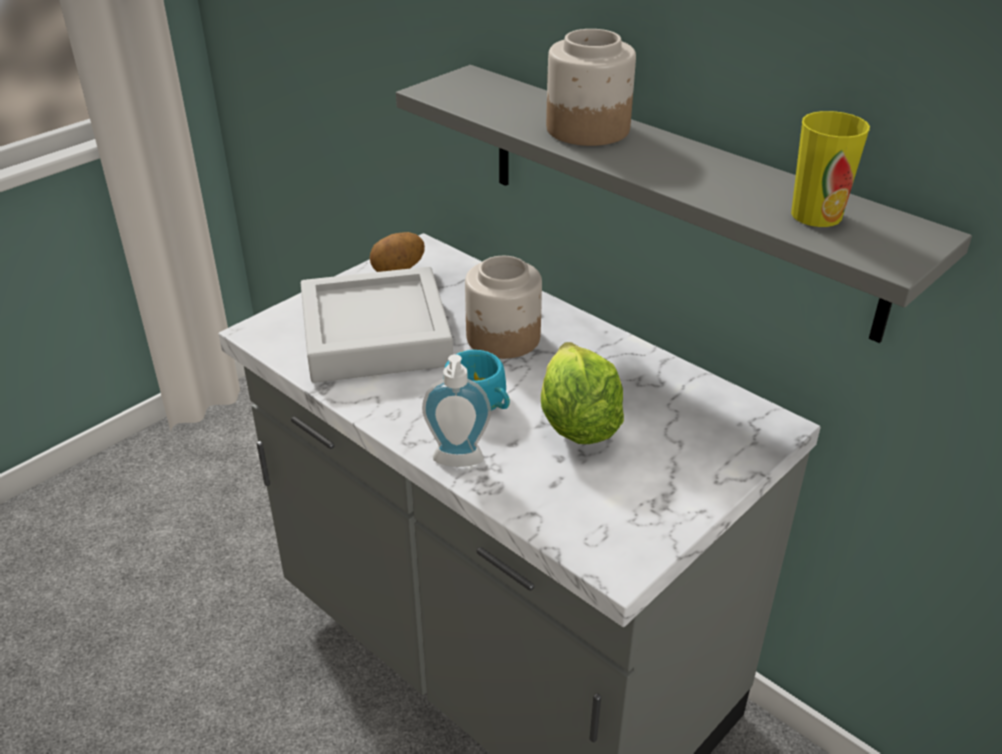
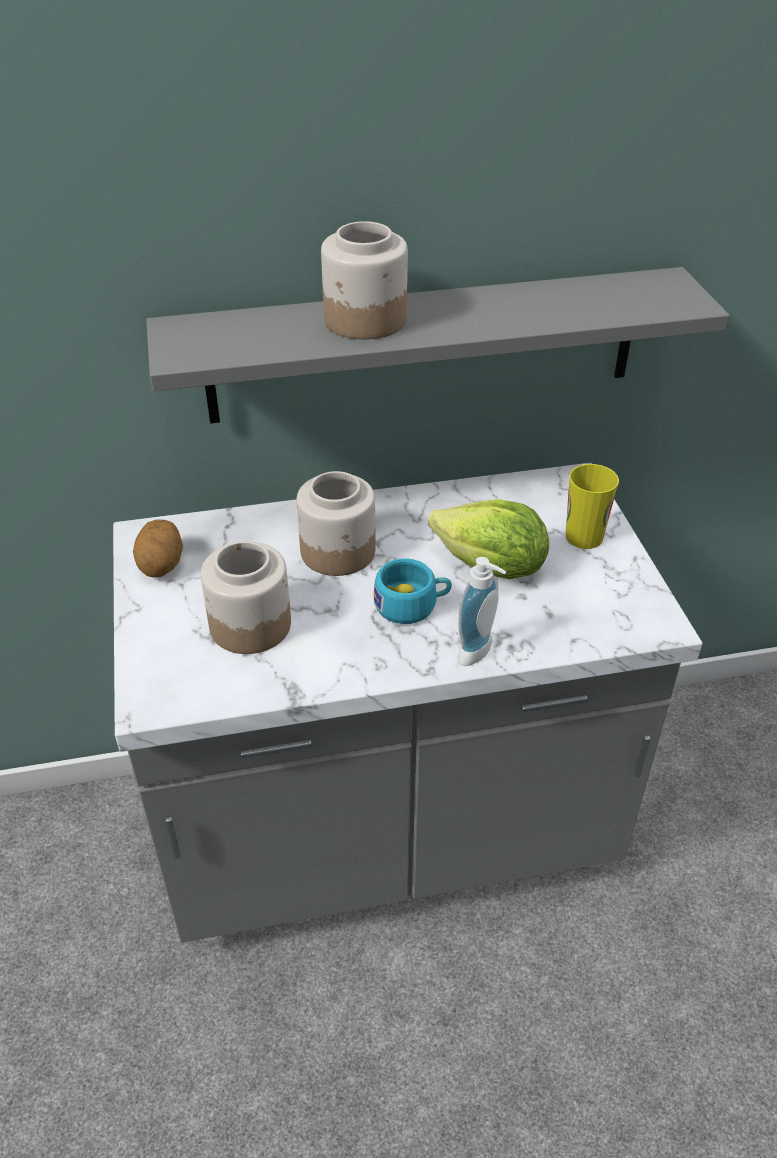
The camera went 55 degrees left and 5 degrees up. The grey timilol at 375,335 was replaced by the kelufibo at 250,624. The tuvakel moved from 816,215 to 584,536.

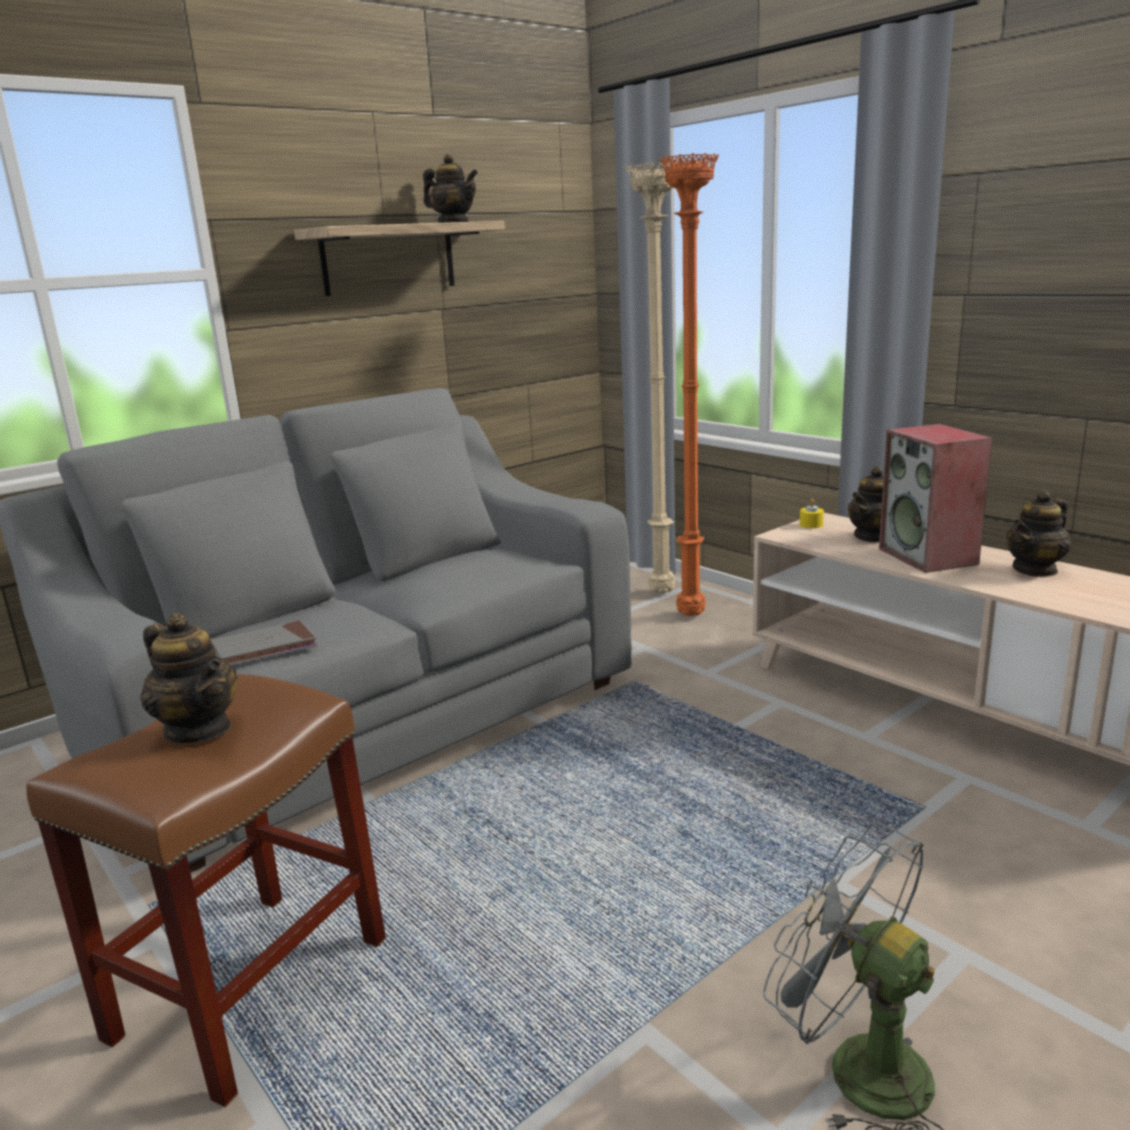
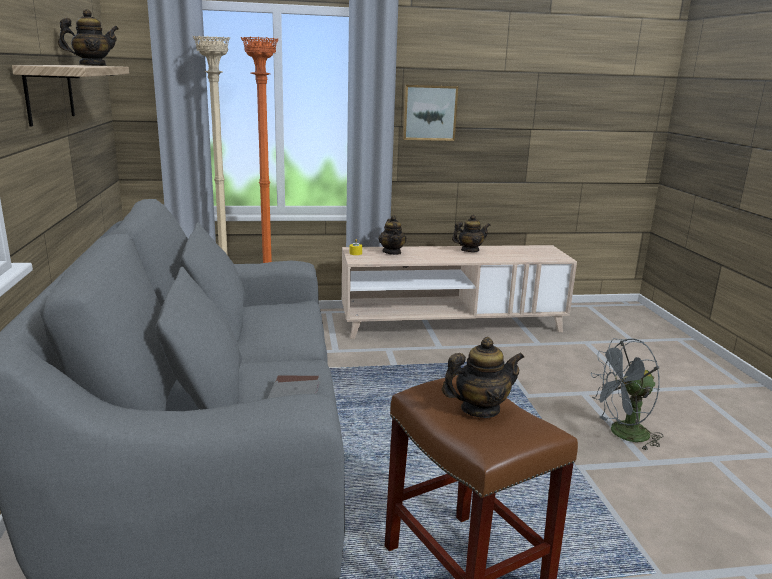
The camera went 60 degrees left and 0 degrees up. The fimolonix at 929,556 disappeared. The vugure at 1035,570 turned 105 degrees counterclockwise. The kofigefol at 429,112 appeared.

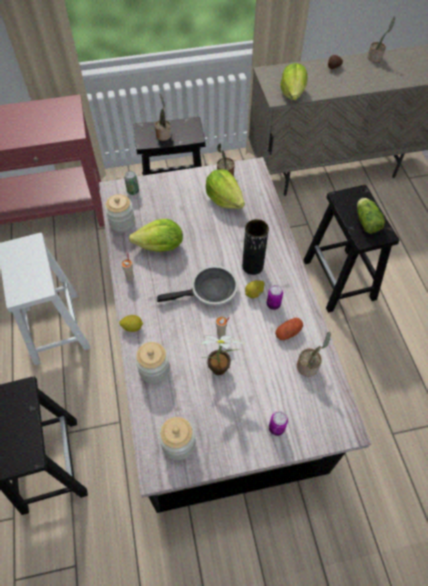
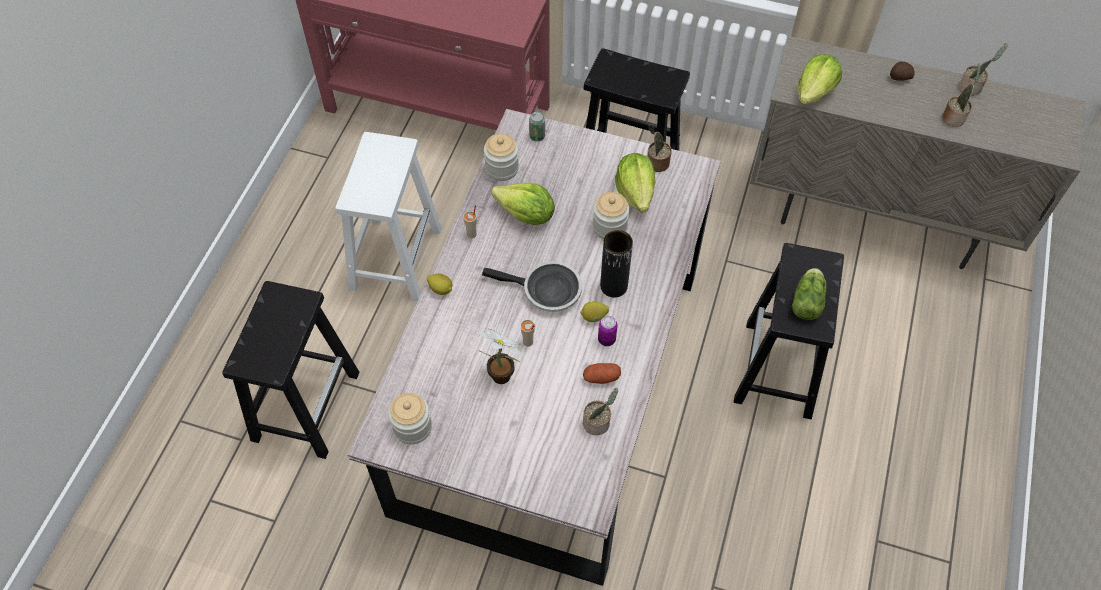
The camera went 30 degrees right and 0 degrees up. The kelufibo moved from 154,370 to 609,227. The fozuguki moved from 163,134 to 954,117. The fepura at 276,428 disappeared.

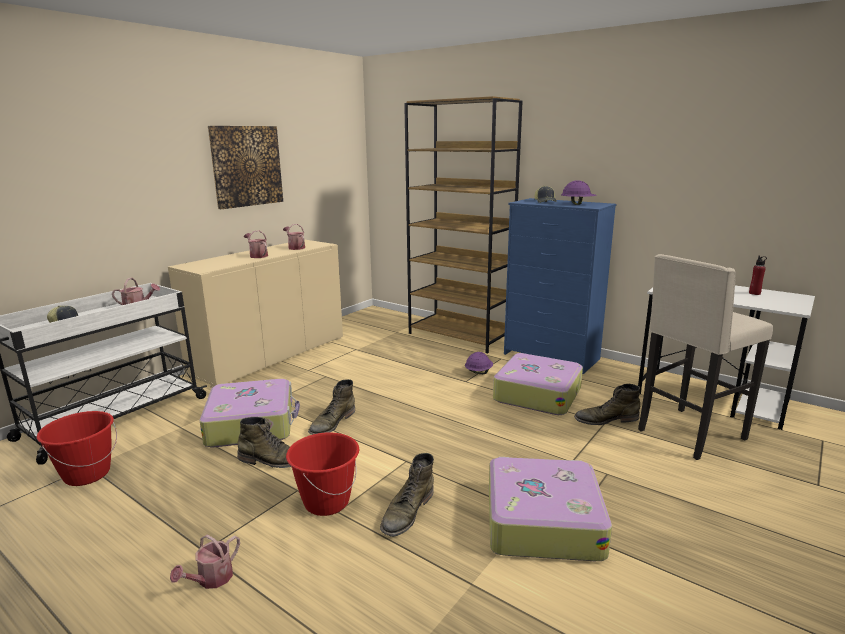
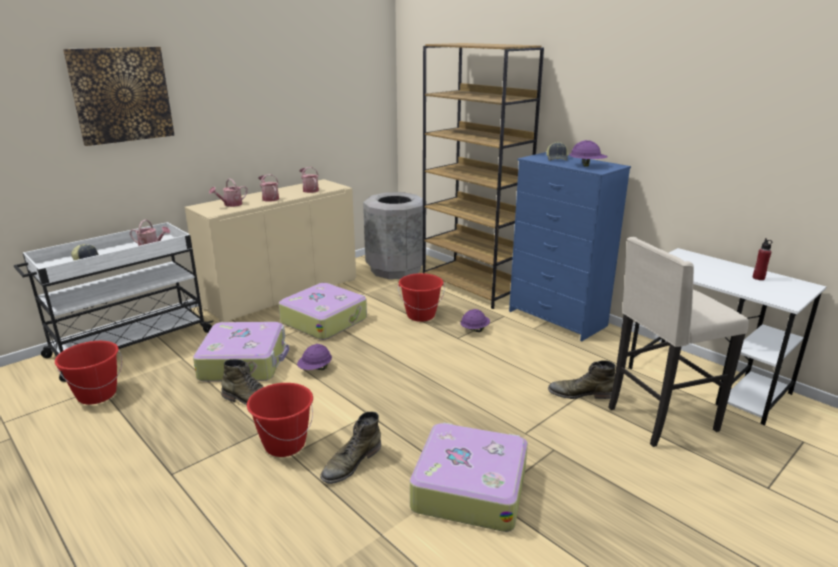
The camera went 10 degrees right and 5 degrees up. The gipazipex moved from 211,579 to 230,204. The kofigefol moved from 246,166 to 121,95. The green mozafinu at 332,423 was replaced by the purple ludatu at 315,369. The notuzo moved from 537,394 to 324,320. The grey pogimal at 396,269 appeared. The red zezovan at 421,315 appeared.

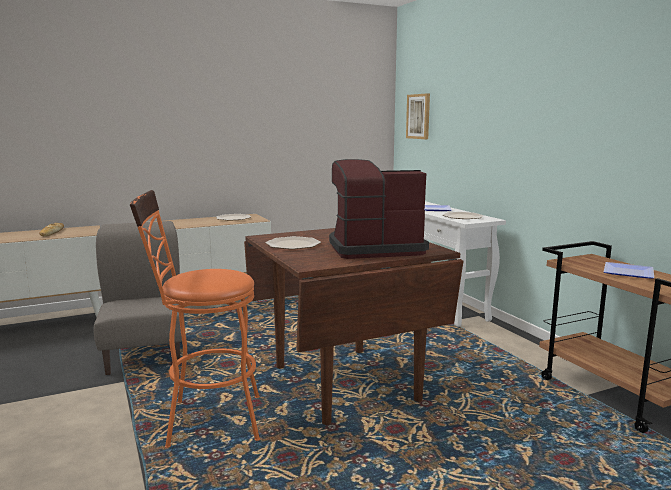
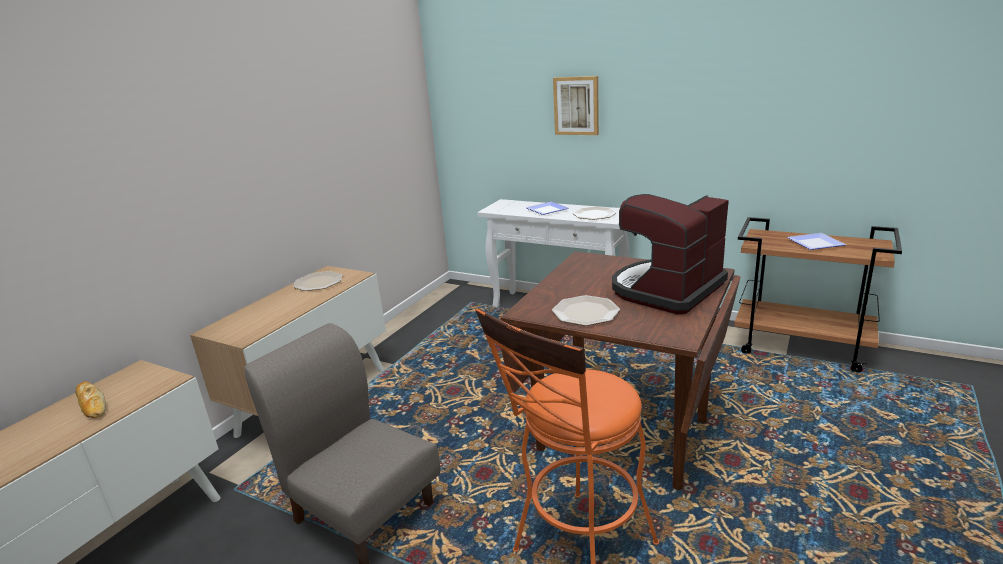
The camera went 35 degrees left and 10 degrees up. The kofigefol moved from 418,116 to 576,106.

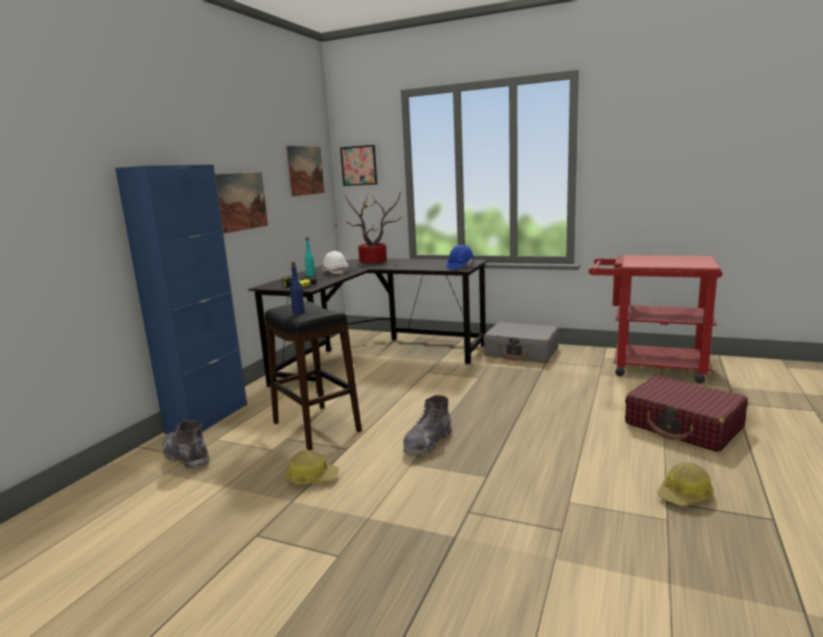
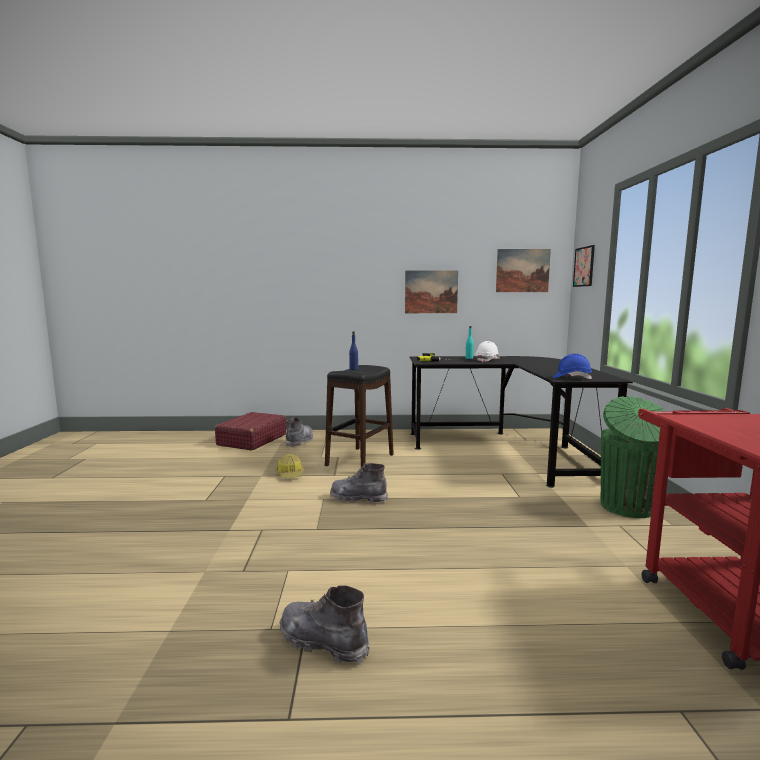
The camera went 65 degrees right and 5 degrees down. The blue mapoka at 207,418 disappeared. The fozuguki at 372,263 disappeared. The grey notuzo at 521,352 was replaced by the green pogimal at 628,507. The red notuzo moved from 683,426 to 251,440. The ludatu at 684,495 was replaced by the grey mozafinu at 323,642.

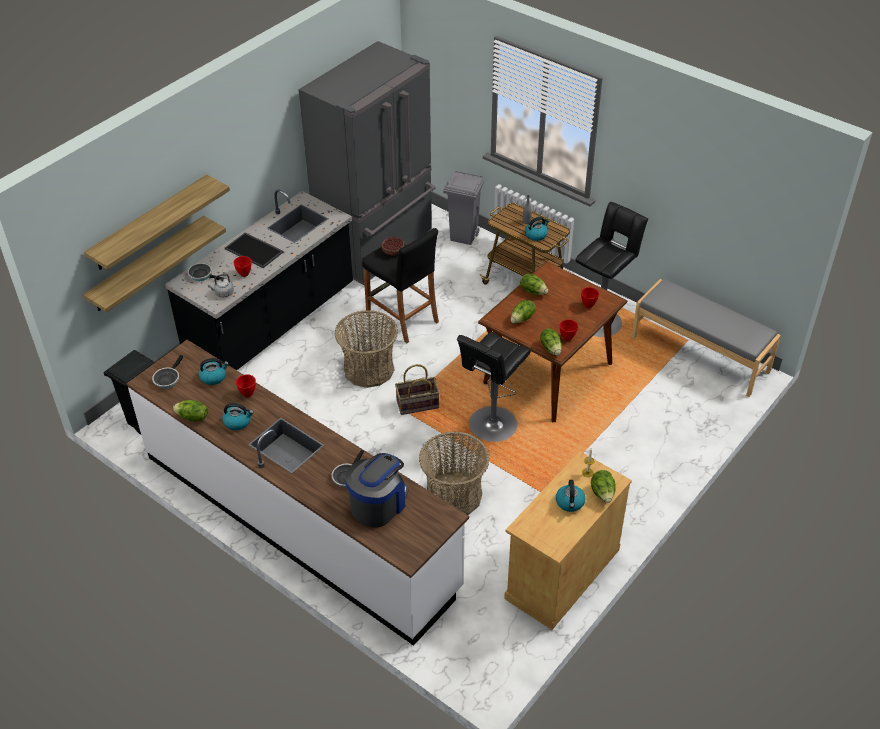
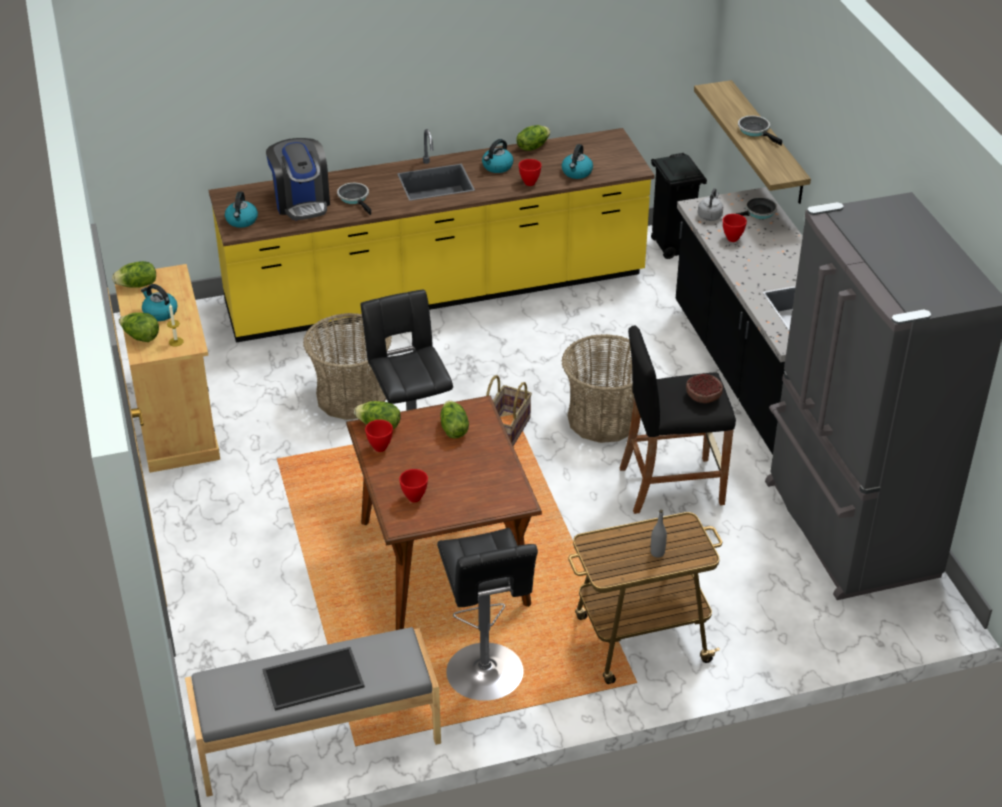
The camera went 125 degrees right and 5 degrees down. The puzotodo at 150,223 disappeared. The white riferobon at 299,520 became the yellow riferobon at 436,291. The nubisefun moved from 167,379 to 755,131. The timilol moved from 255,250 to 312,680. The grey pogimal at 464,237 disappeared. The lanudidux moved from 533,291 to 137,285. The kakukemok moved from 536,235 to 242,221.

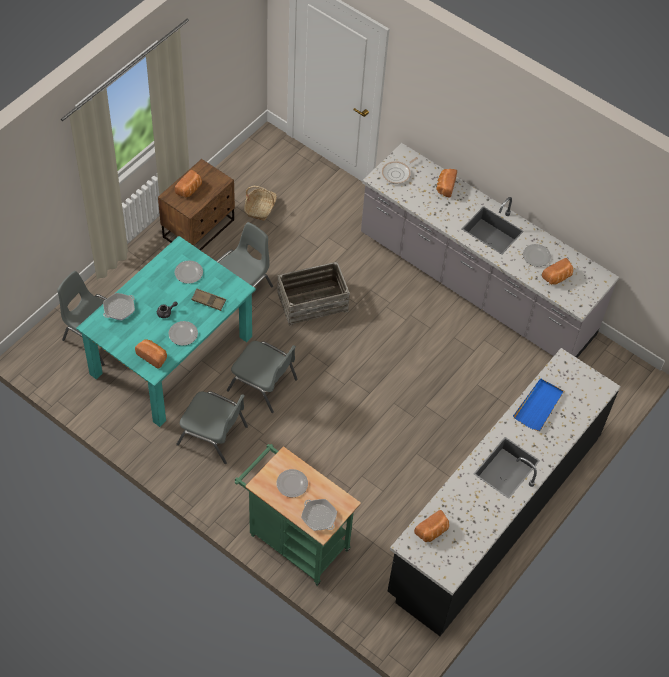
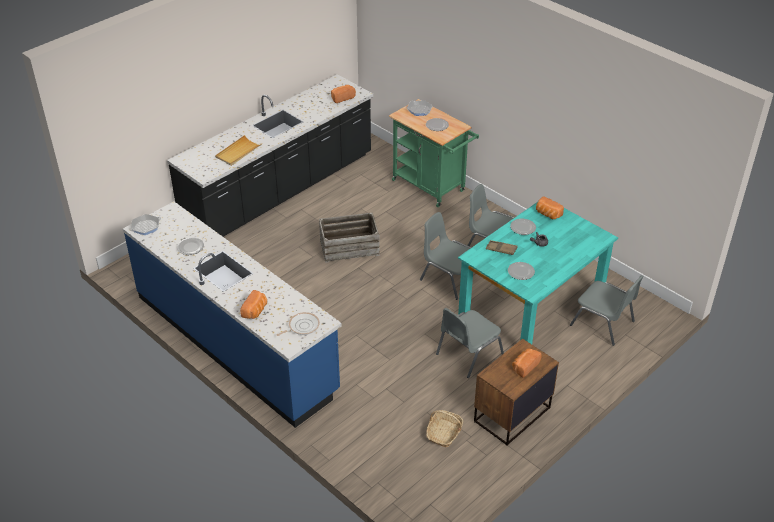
The camera went 170 degrees left and 15 degrees down. The nubisefun moved from 119,309 to 145,227. The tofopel moved from 312,301 to 349,248. The grey riferobon at 475,286 became the blue riferobon at 236,343. The blue timilol at 538,406 became the beige timilol at 238,152. The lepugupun at 557,277 disappeared.

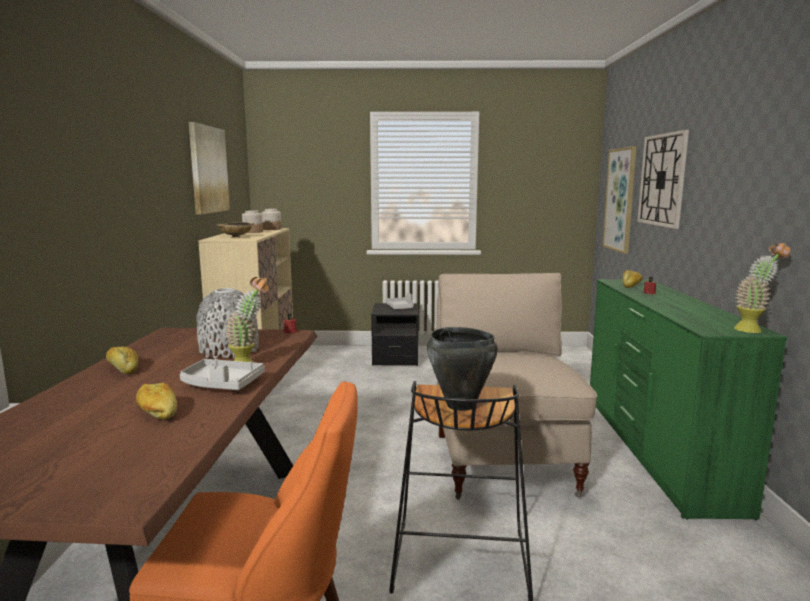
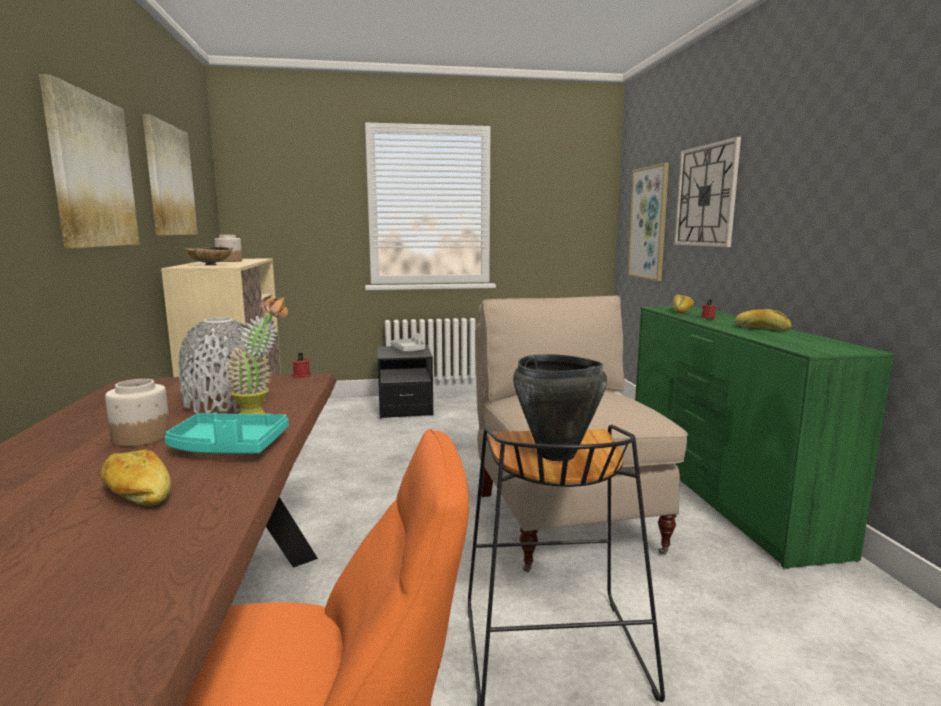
The camera went 10 degrees left and 0 degrees up. The lepugupun moved from 123,368 to 761,328. The grey timilol at 221,384 became the turquoise timilol at 228,448. The kelufibo moved from 271,229 to 141,437. The fozuguki at 754,330 disappeared. The kofigefol at 91,171 appeared.

